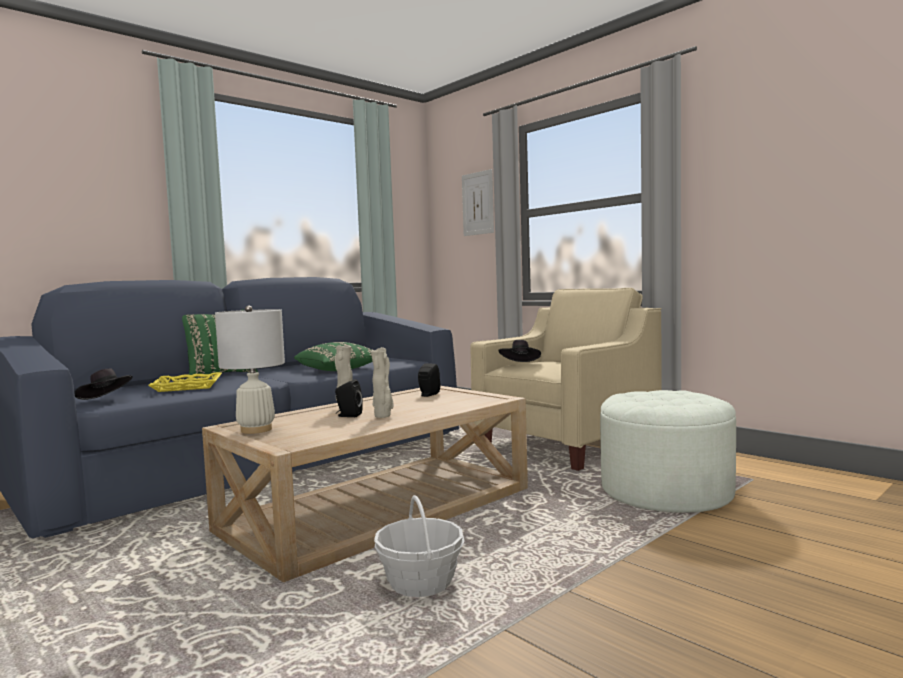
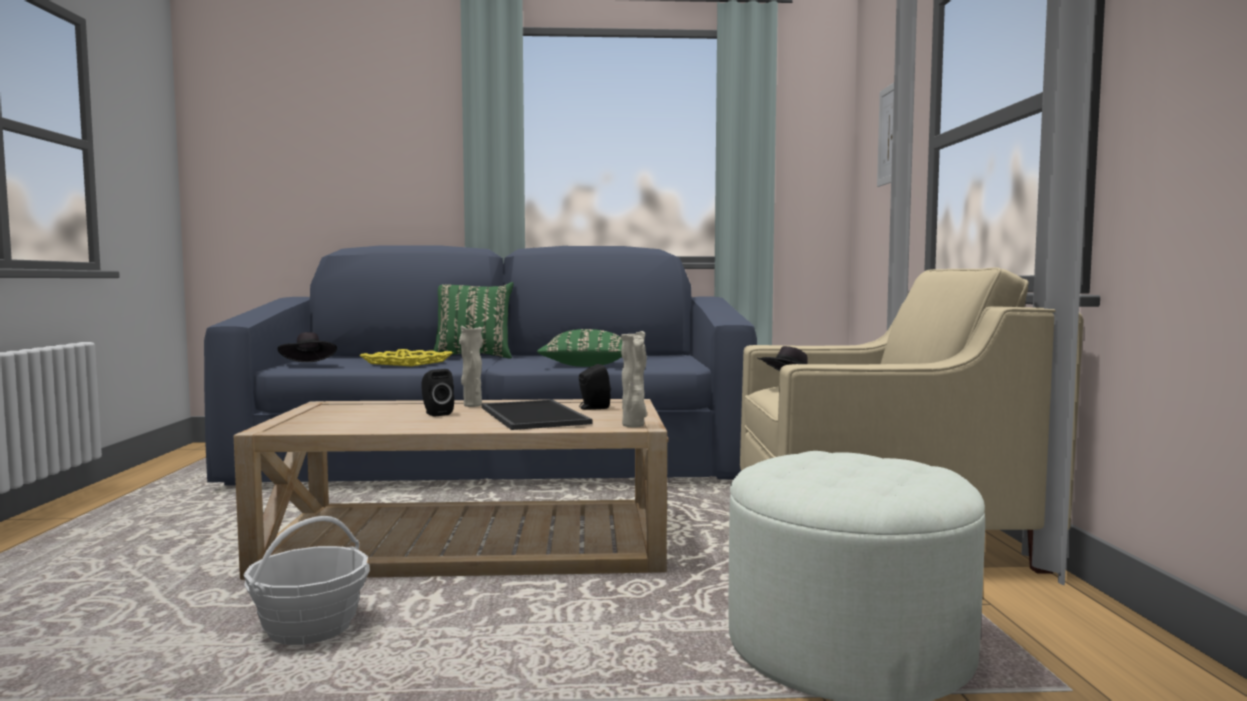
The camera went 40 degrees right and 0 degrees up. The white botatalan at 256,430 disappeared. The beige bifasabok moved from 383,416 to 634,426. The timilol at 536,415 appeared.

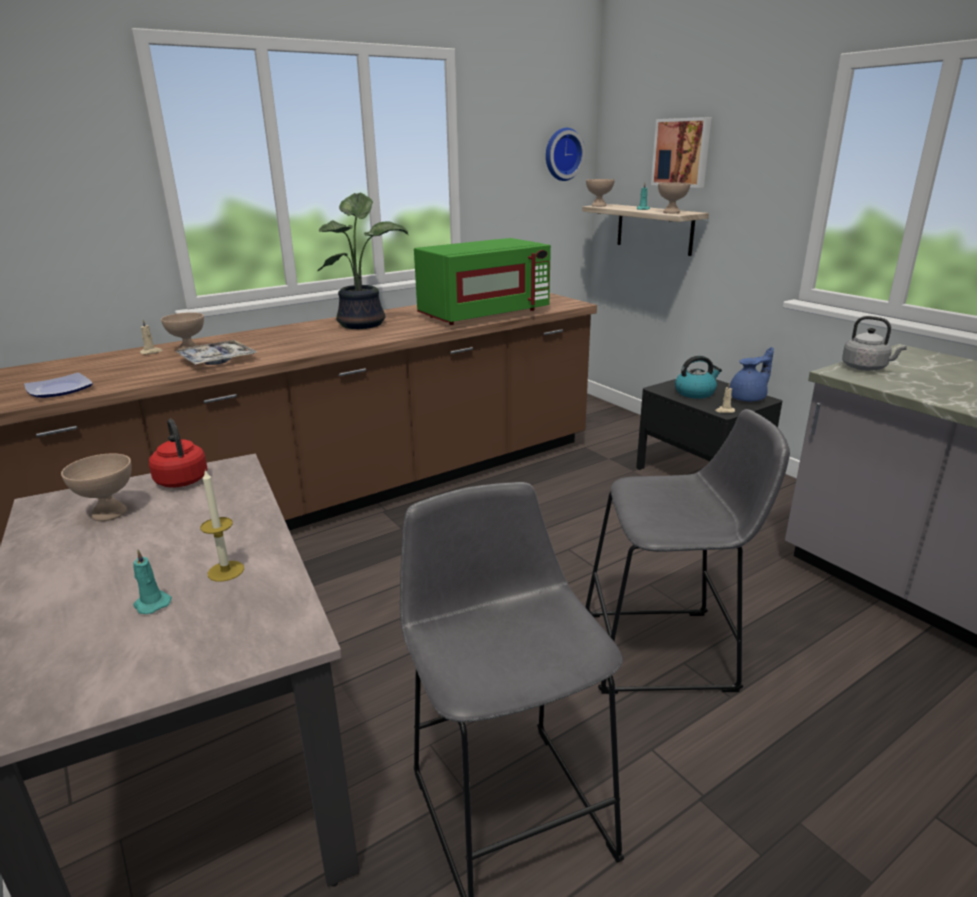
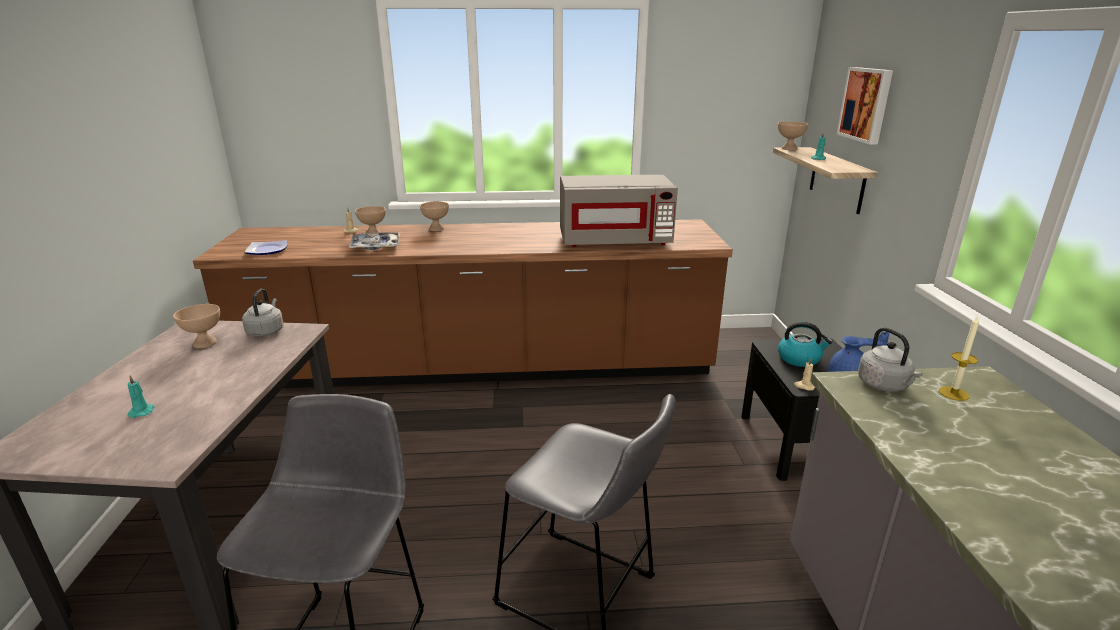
The camera went 30 degrees right and 0 degrees up. The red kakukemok at 181,479 became the grey kakukemok at 266,331. The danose moved from 226,571 to 953,393. The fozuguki at 364,323 disappeared. The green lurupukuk at 483,314 became the grey lurupukuk at 614,241. The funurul at 562,154 disappeared. The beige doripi moved from 671,212 to 436,229.

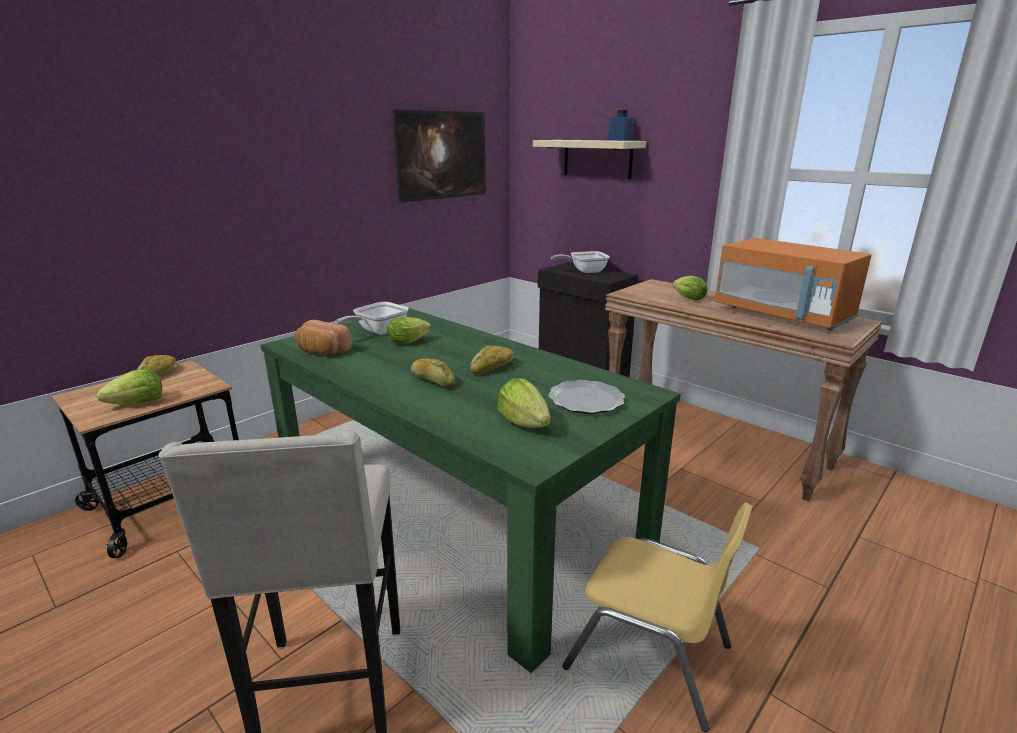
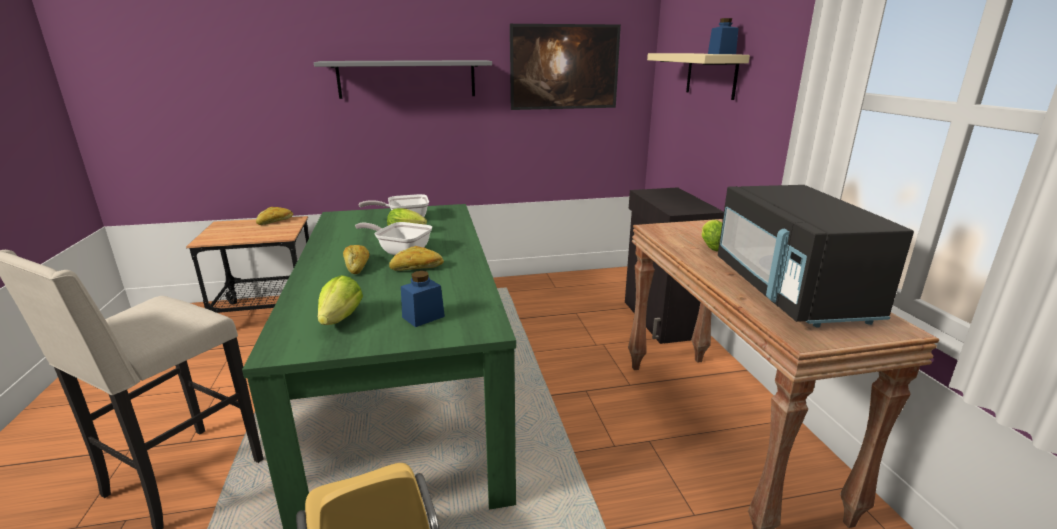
The camera went 35 degrees right and 0 degrees up. The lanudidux at 138,403 disappeared. The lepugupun at 322,351 disappeared. The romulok at 585,400 was replaced by the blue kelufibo at 423,317. The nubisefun moved from 584,271 to 400,251. The orange lurupukuk at 782,315 became the black lurupukuk at 790,292. The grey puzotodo at 407,79 appeared.

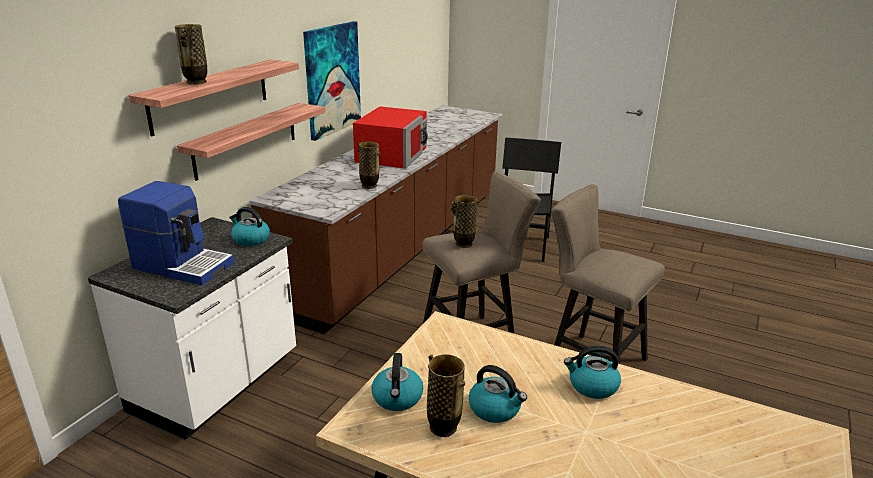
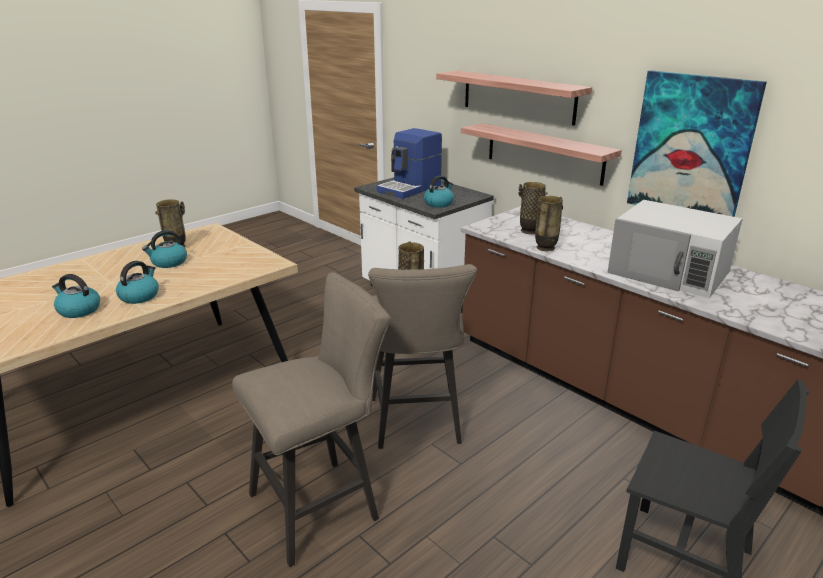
The camera went 110 degrees right and 0 degrees up. The bifasabok moved from 196,82 to 529,231. The red lurupukuk at 392,154 became the white lurupukuk at 669,272. The kakukemok moved from 397,398 to 78,310.

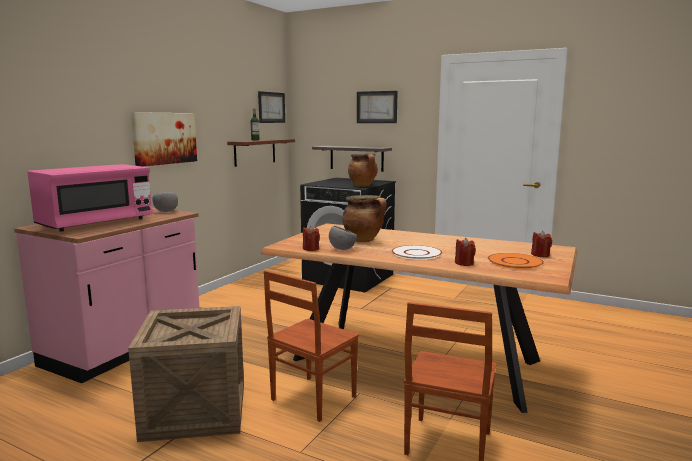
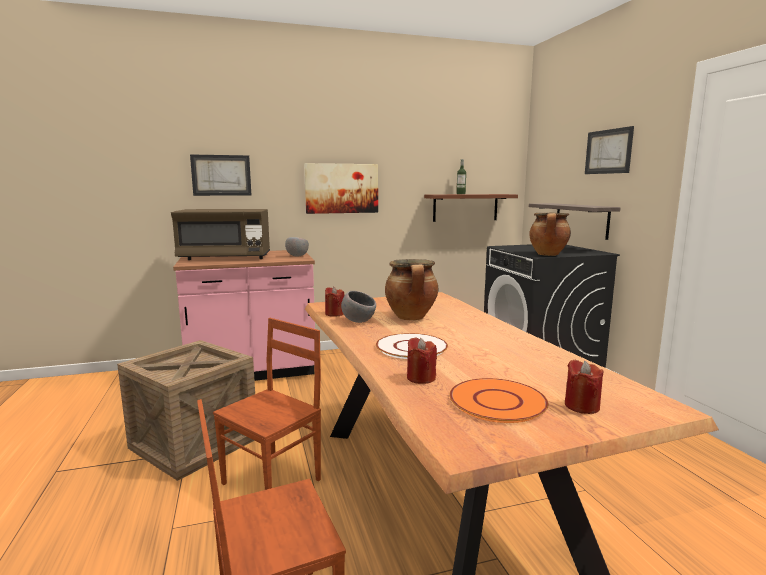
The camera went 45 degrees right and 0 degrees up. The pink lurupukuk at 96,223 became the brown lurupukuk at 225,258. The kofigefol moved from 271,107 to 221,175. The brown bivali at 311,398 turned 135 degrees clockwise.

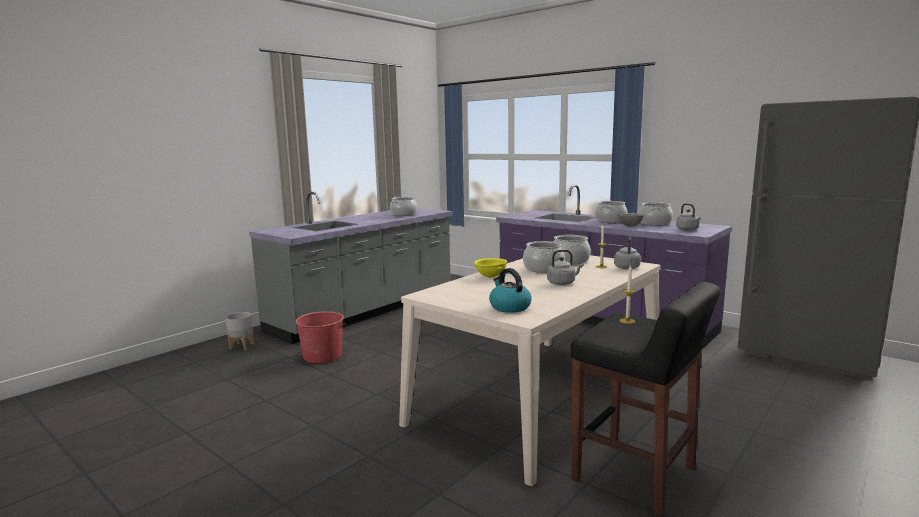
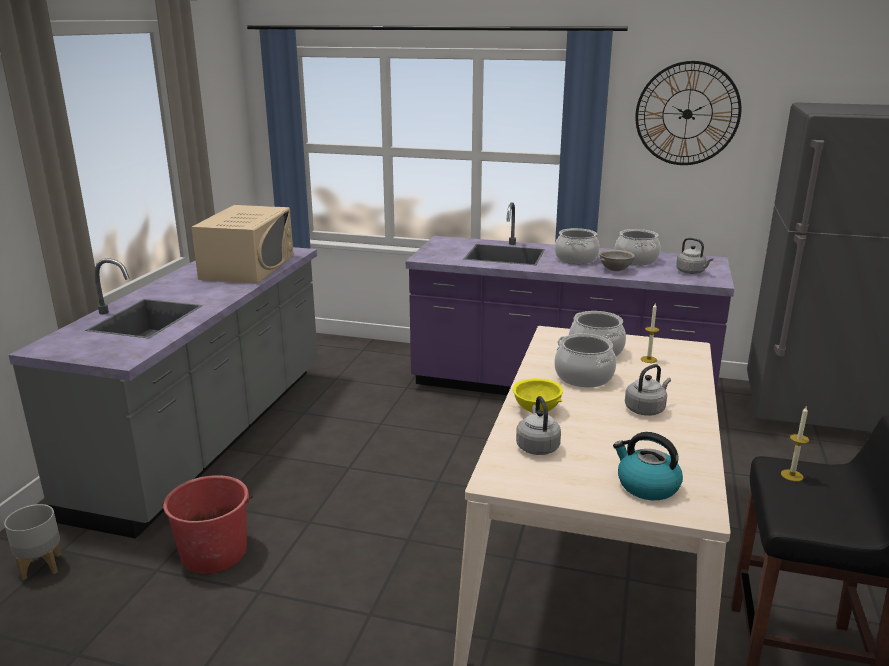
The camera went 25 degrees left and 10 degrees up. The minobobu at 403,214 was replaced by the beige lurupukuk at 248,267. The grey kakukemok moved from 627,267 to 537,446. The funurul at 687,114 appeared.

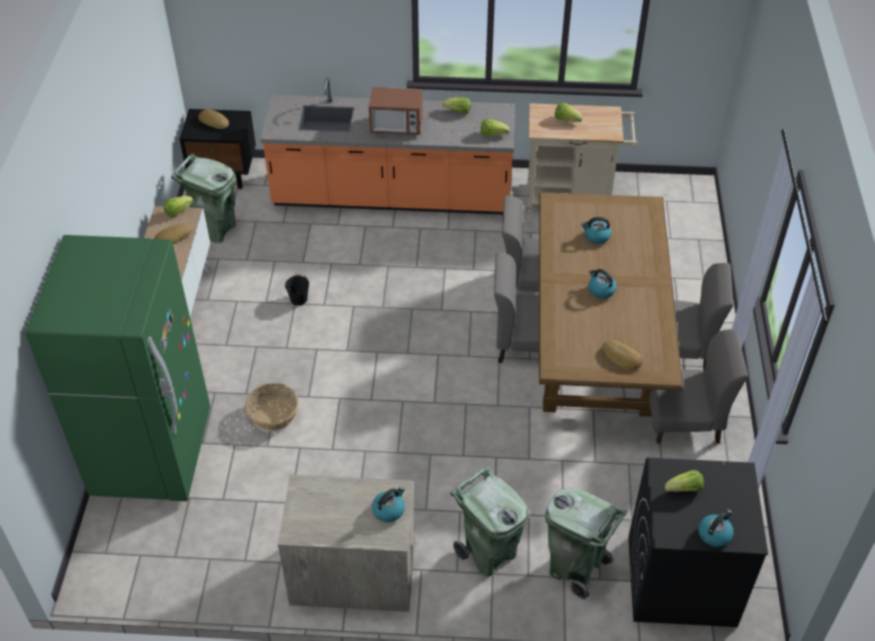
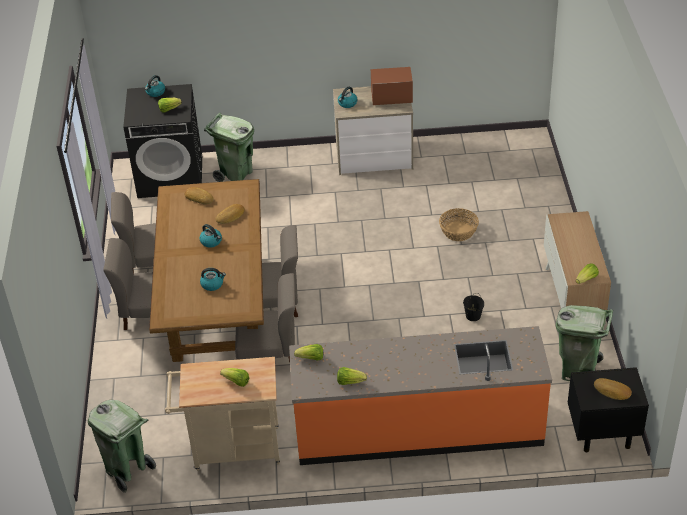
The camera went 175 degrees right and 5 degrees down. The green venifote at 152,453 disappeared. The lepugupun moved from 172,237 to 231,216. The lurupukuk moved from 396,126 to 391,98. The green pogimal moved from 489,553 to 127,469.

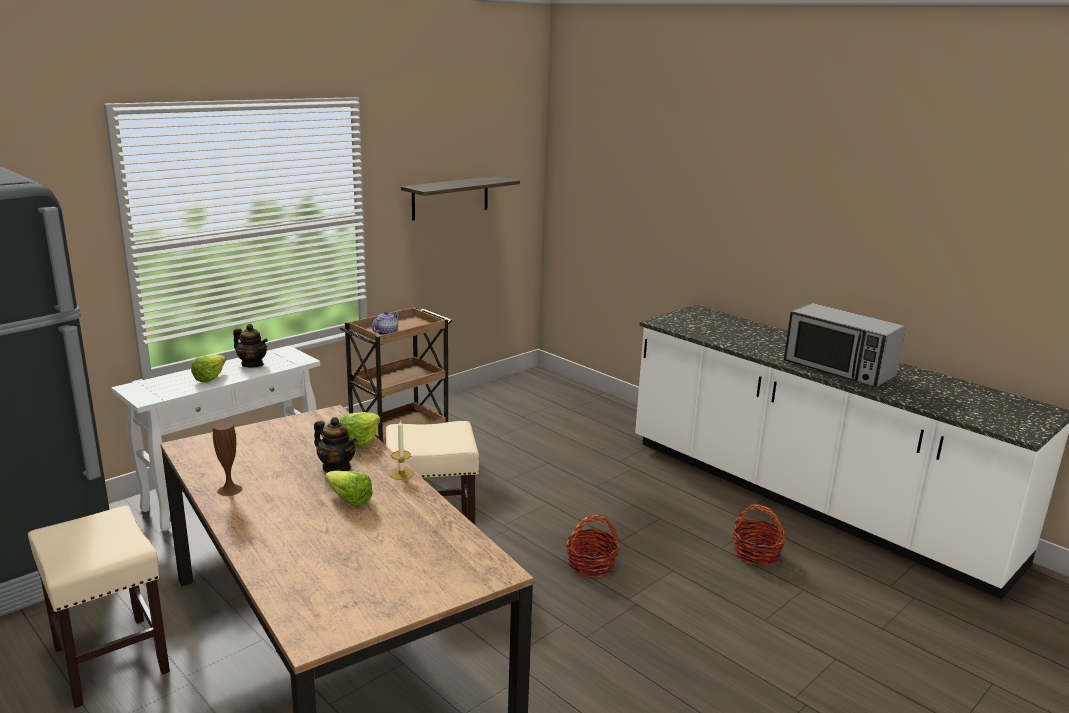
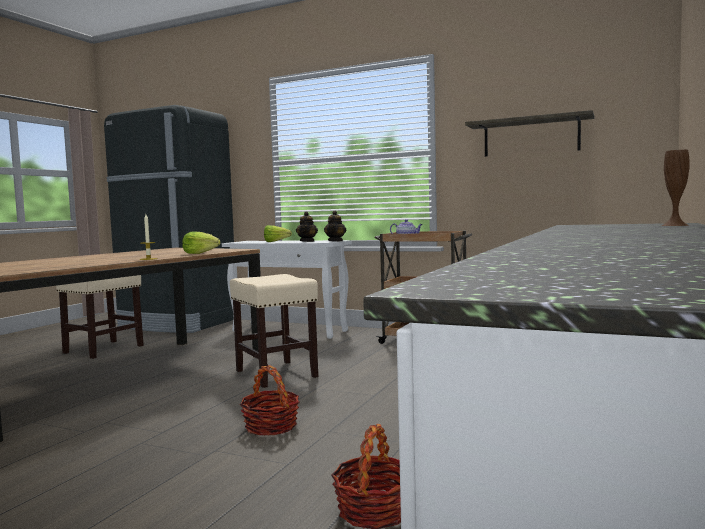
The camera went 70 degrees right and 15 degrees down. The brown bifasabok moved from 229,490 to 675,225. The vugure moved from 337,467 to 335,241. The lanudidux at 347,498 disappeared. The lurupukuk at 838,369 disappeared.

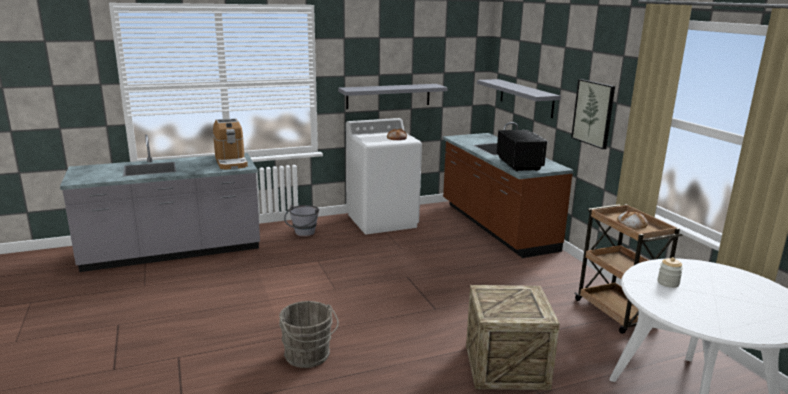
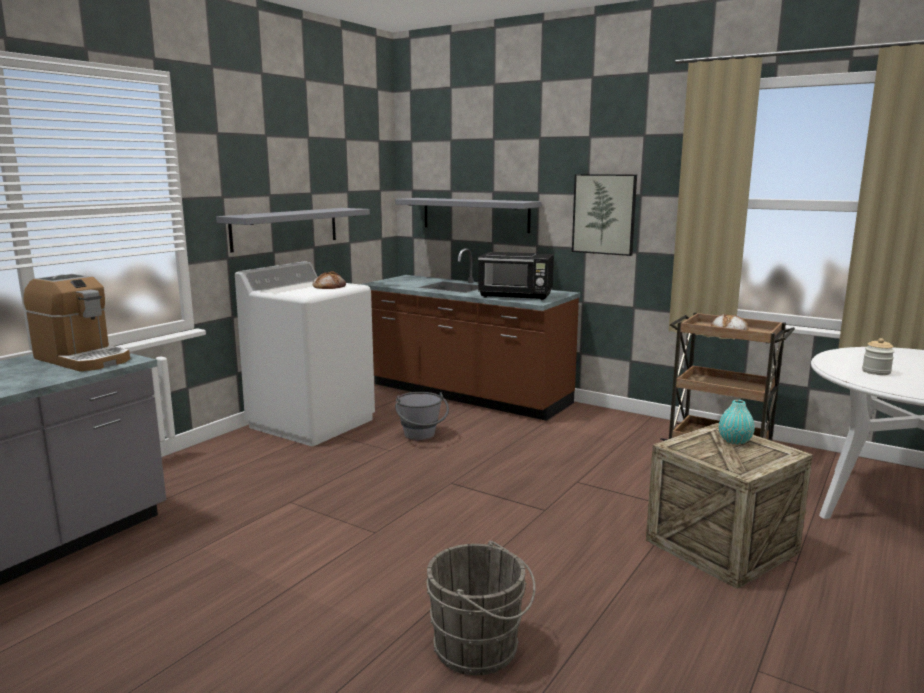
The camera went 35 degrees left and 5 degrees down. The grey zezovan moved from 303,234 to 421,437. The black lurupukuk at 519,164 turned 150 degrees clockwise. The turquoise bifasabok at 734,441 appeared.

